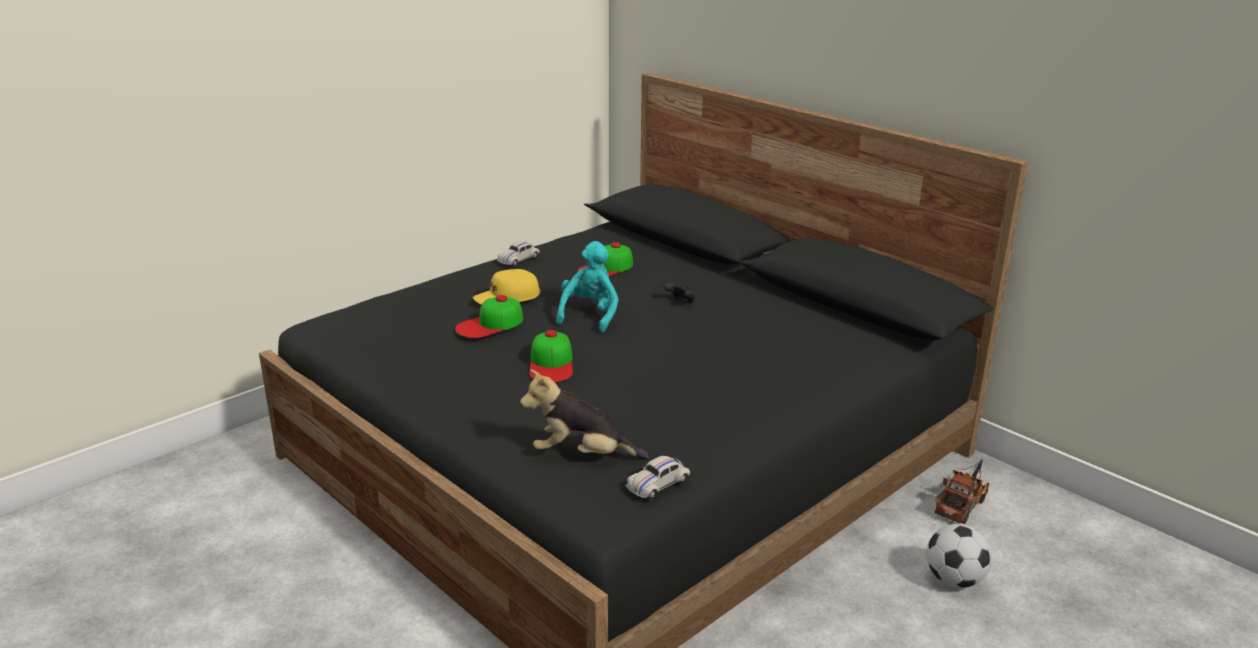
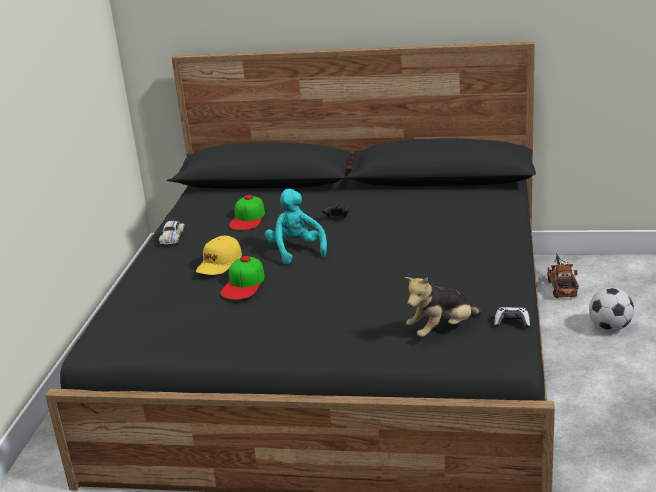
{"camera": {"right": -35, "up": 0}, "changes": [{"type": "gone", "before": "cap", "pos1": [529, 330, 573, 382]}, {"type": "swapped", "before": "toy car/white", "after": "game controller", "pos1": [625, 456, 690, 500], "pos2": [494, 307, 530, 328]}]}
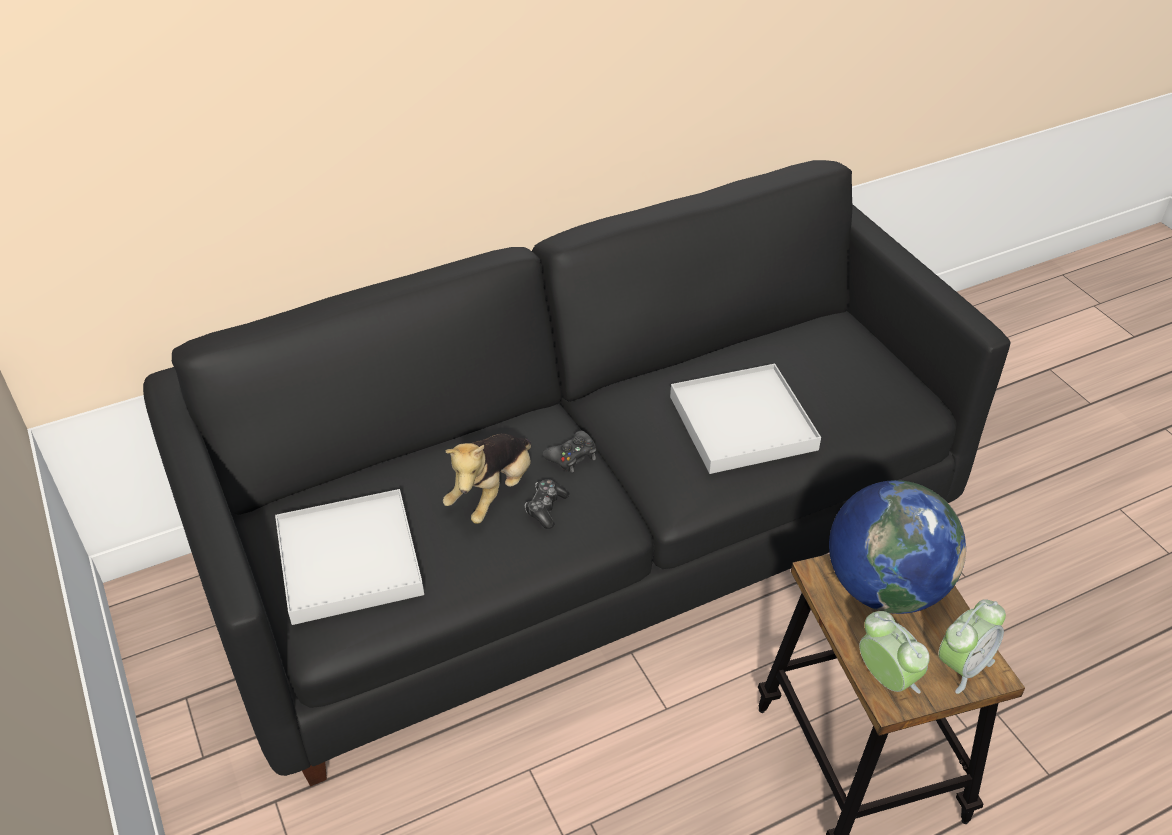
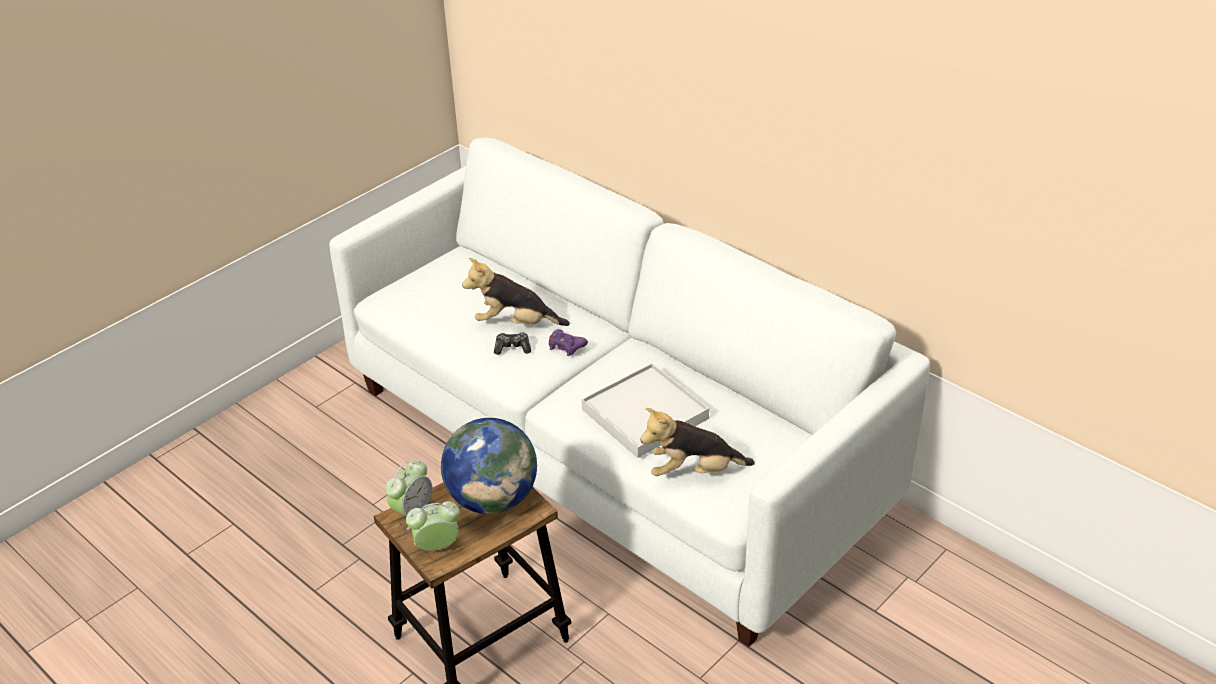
{"camera": {"right": 70, "up": -5}, "changes": [{"type": "repainted", "before": "sofa/black", "after": "sofa/white", "pos1": [143, 160, 1010, 786], "pos2": [329, 138, 930, 647]}, {"type": "repainted", "before": "game controller/black", "after": "game controller/purple", "pos1": [542, 430, 597, 473], "pos2": [549, 329, 588, 356]}, {"type": "gone", "before": "tray/white", "pos1": [275, 489, 424, 625]}, {"type": "rotated", "before": "alarm clock", "pos1": [939, 599, 1006, 694], "pos2": [406, 501, 460, 551], "turn": 135}, {"type": "new", "after": "plush toy", "pos2": [640, 408, 755, 476]}]}
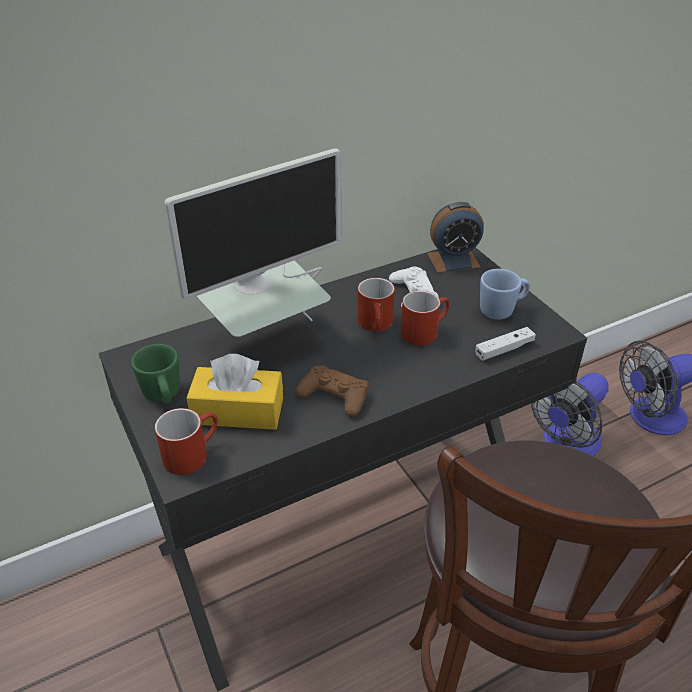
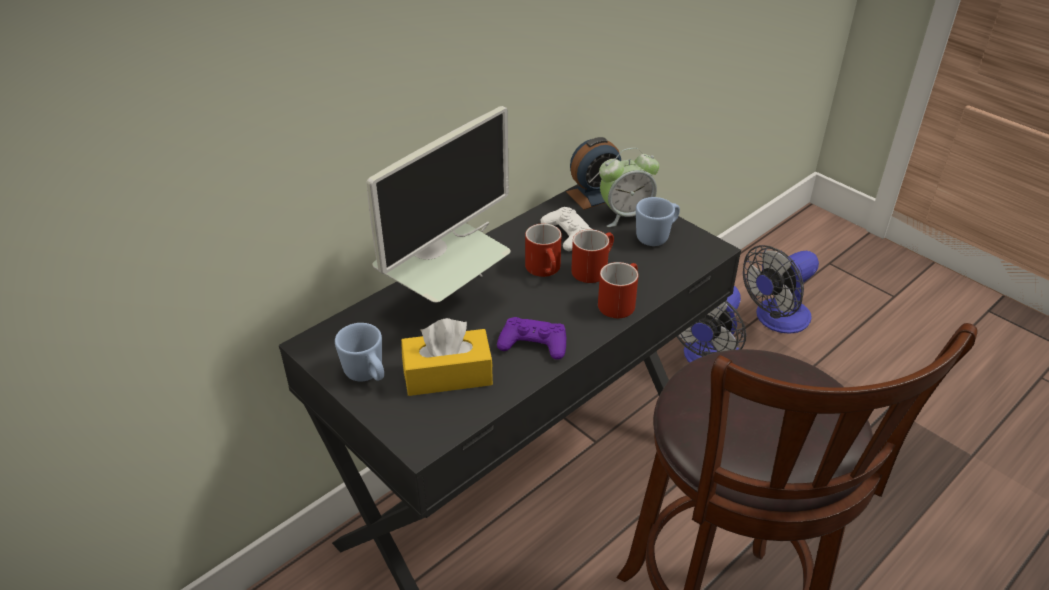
{"camera": {"right": -15, "up": 0}, "changes": [{"type": "gone", "before": "game controller/white", "pos1": [475, 327, 536, 361]}, {"type": "repainted", "before": "mug/green", "after": "mug/blue", "pos1": [131, 344, 180, 404], "pos2": [335, 323, 384, 381]}, {"type": "repainted", "before": "game controller/brown", "after": "game controller/purple", "pos1": [295, 365, 369, 416], "pos2": [497, 317, 566, 360]}, {"type": "shifted", "before": "mug/red", "pos1": [155, 408, 218, 475], "pos2": [598, 262, 639, 318]}, {"type": "new", "after": "alarm clock", "pos2": [599, 148, 659, 227]}]}
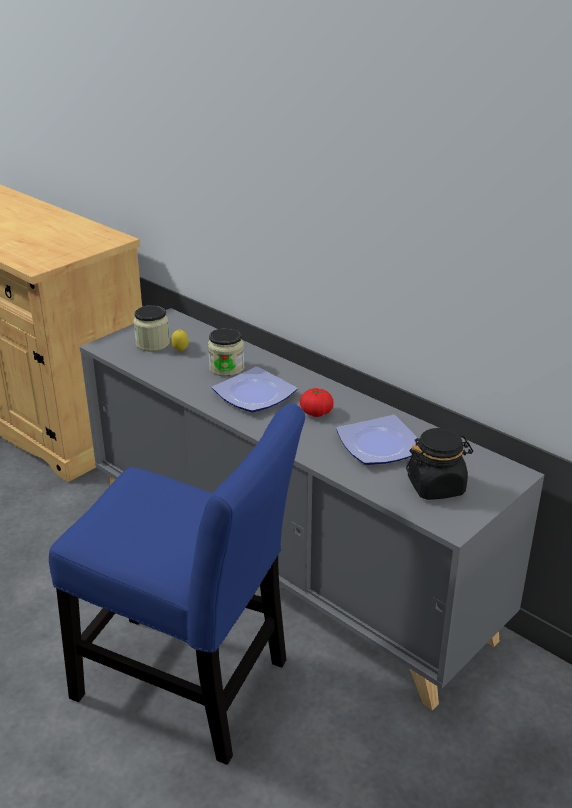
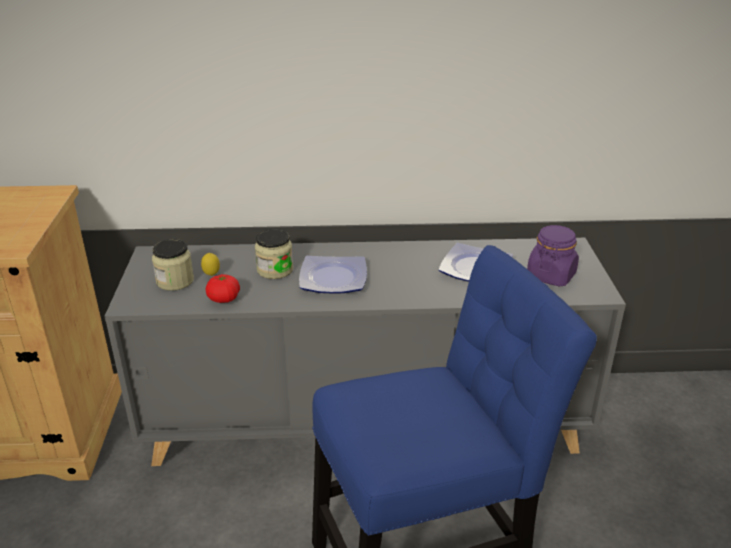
{"camera": {"right": -45, "up": 0}, "changes": [{"type": "shifted", "before": "tomato", "pos1": [300, 388, 334, 417], "pos2": [206, 274, 240, 303]}, {"type": "repainted", "before": "jar/black", "after": "jar/purple", "pos1": [406, 428, 473, 500], "pos2": [527, 225, 579, 286]}]}
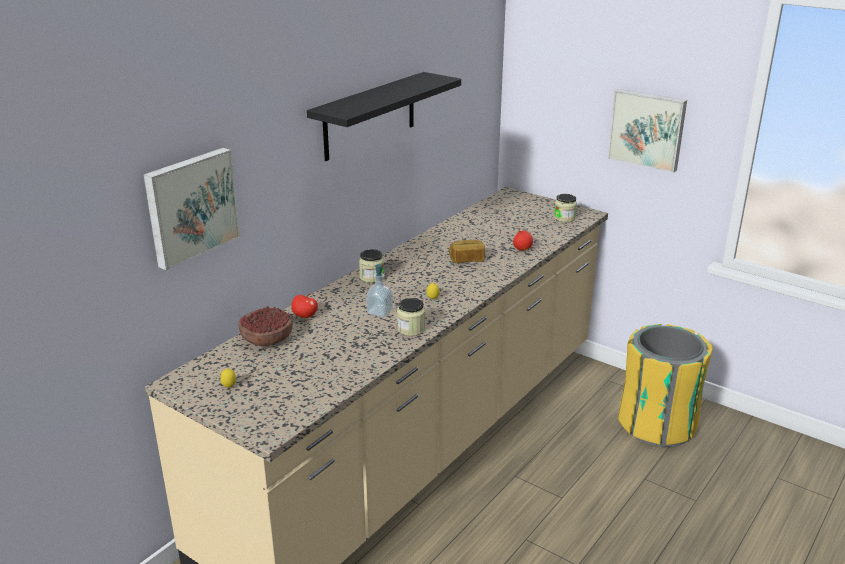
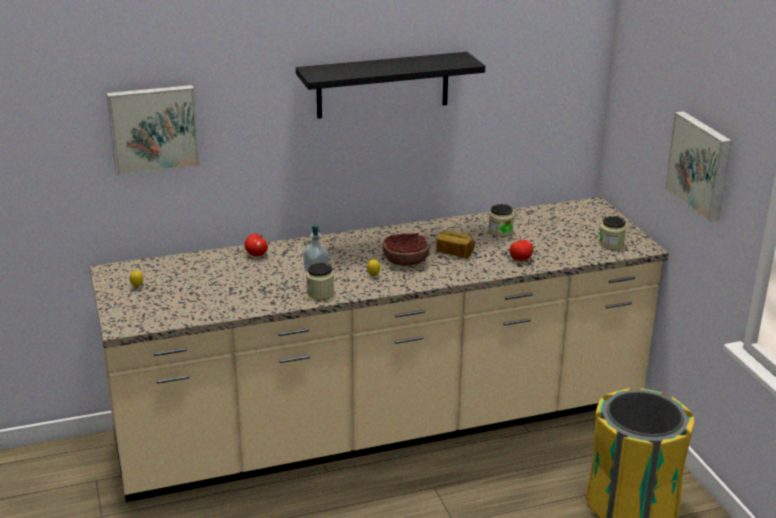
{"camera": {"right": 35, "up": 0}, "changes": [{"type": "shifted", "before": "jar", "pos1": [359, 249, 384, 283], "pos2": [489, 204, 514, 237]}, {"type": "shifted", "before": "bowl", "pos1": [238, 306, 293, 346], "pos2": [383, 233, 429, 266]}]}
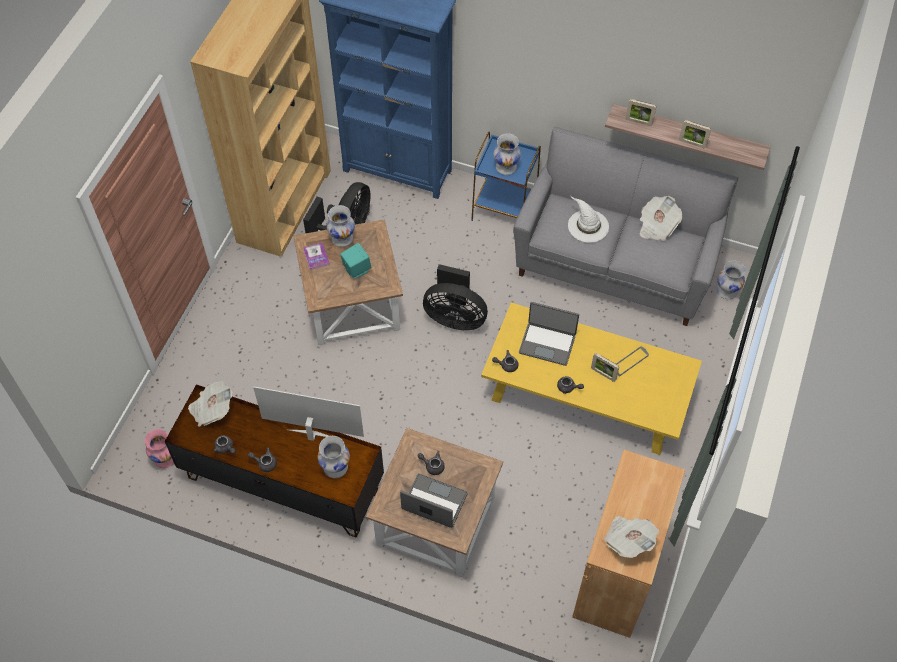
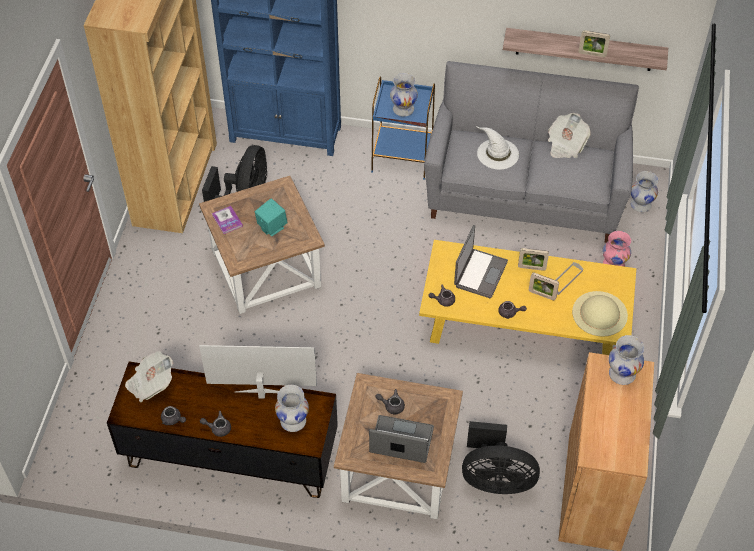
{"camera": {"right": -10, "up": -5}, "changes": [{"type": "shifted", "before": "picture frame", "pos1": [625, 99, 656, 126], "pos2": [518, 248, 549, 271]}, {"type": "shifted", "before": "vase/white", "pos1": [327, 205, 355, 247], "pos2": [609, 335, 644, 385]}, {"type": "shifted", "before": "fan/black", "pos1": [423, 264, 488, 330], "pos2": [462, 421, 540, 494]}, {"type": "rotated", "before": "laptop", "pos1": [519, 302, 579, 366], "pos2": [454, 225, 508, 298], "turn": -75}, {"type": "shifted", "before": "vase/pink", "pos1": [145, 429, 174, 468], "pos2": [603, 231, 631, 267]}, {"type": "gone", "before": "newspaper", "pos1": [603, 516, 659, 558]}, {"type": "new", "after": "hat/beige", "pos2": [572, 291, 628, 337]}]}
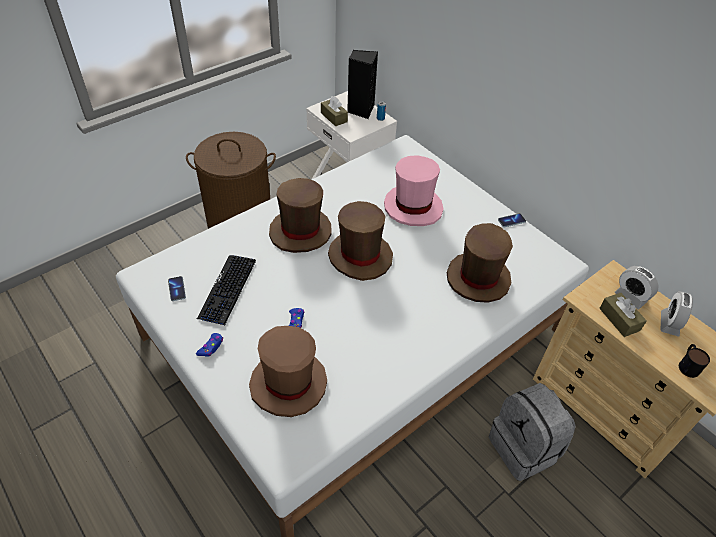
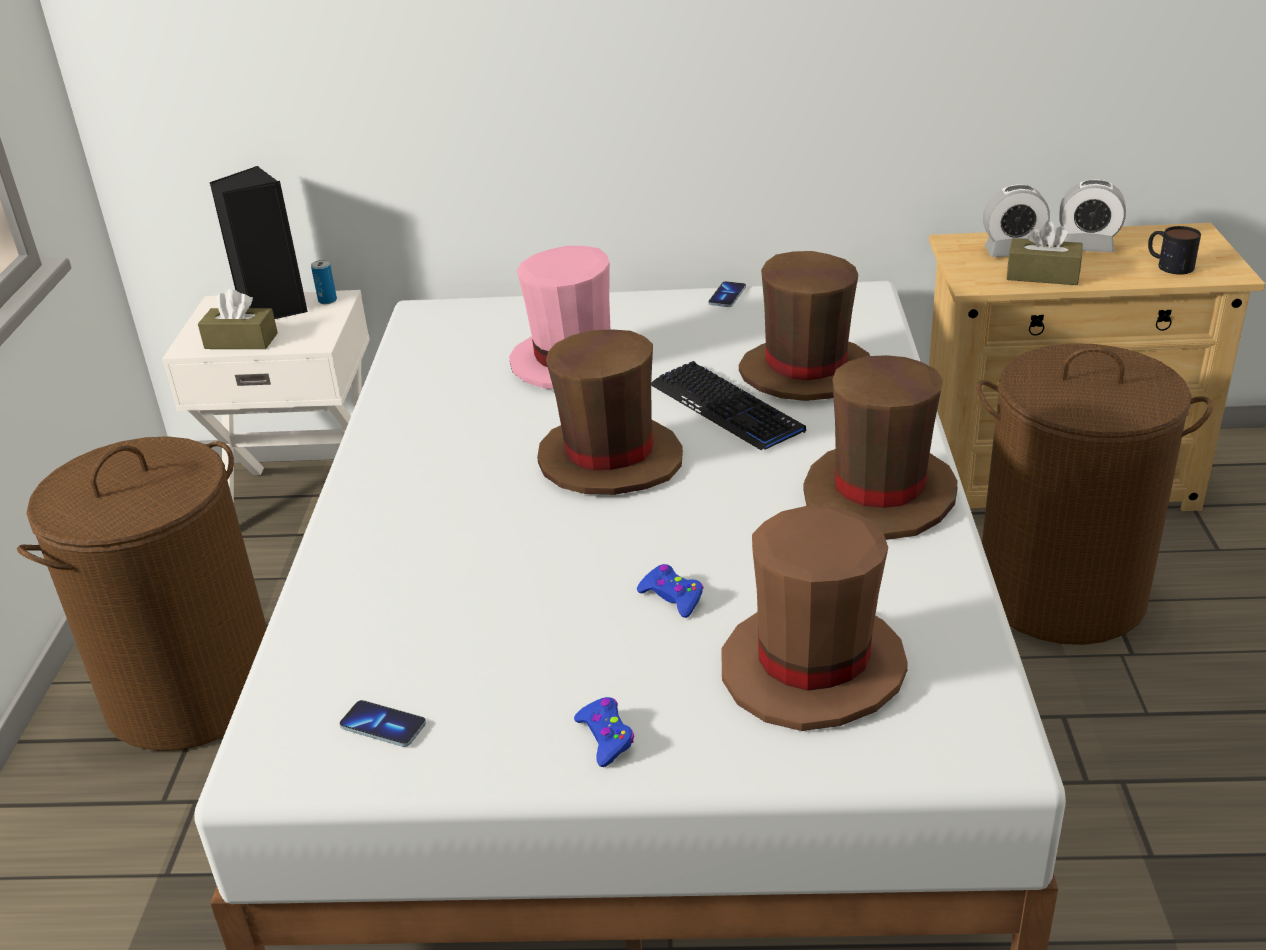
{"camera": {"right": -45, "up": -15}, "changes": [{"type": "shifted", "before": "hat/brown", "pos1": [269, 178, 332, 253], "pos2": [803, 355, 958, 540]}, {"type": "shifted", "before": "keyboard", "pos1": [197, 255, 256, 326], "pos2": [651, 361, 806, 450]}, {"type": "rotated", "before": "alarm clock", "pos1": [660, 291, 693, 337], "pos2": [1060, 179, 1126, 252], "turn": -45}, {"type": "swapped", "before": "backpack/grey", "after": "laundry basket/brown", "pos1": [489, 383, 576, 481], "pos2": [976, 343, 1213, 645]}]}
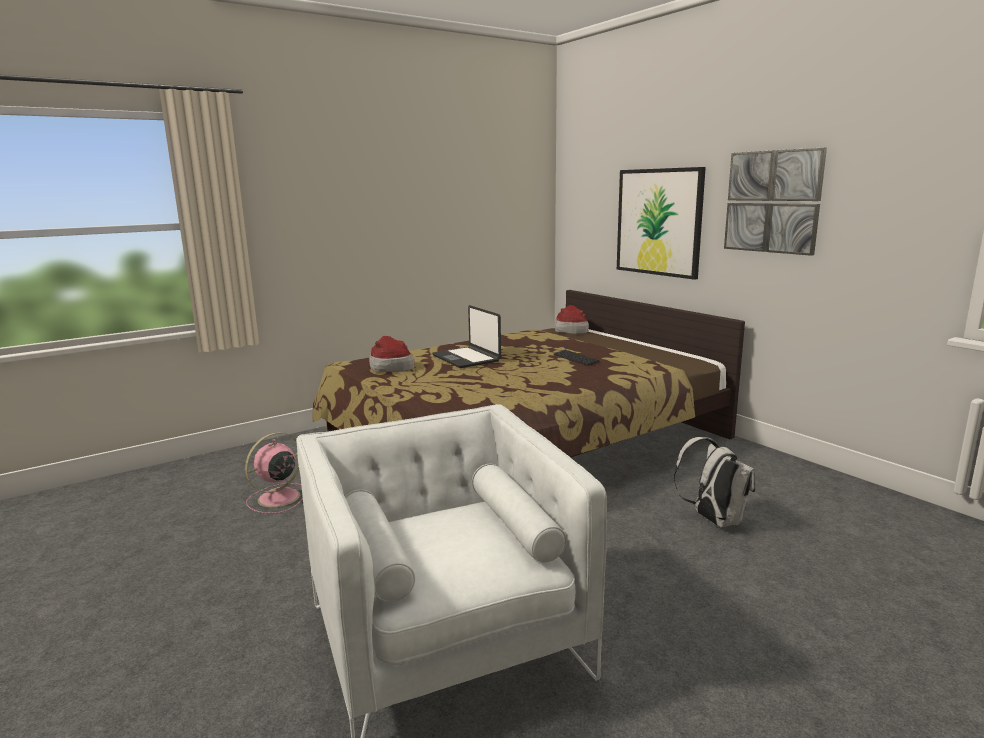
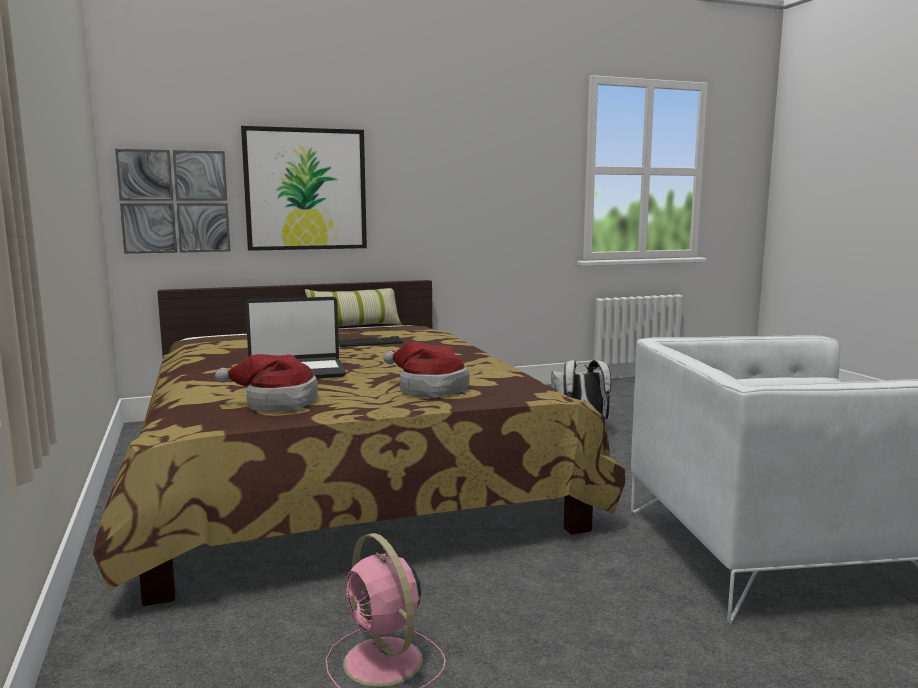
{"camera": {"right": -75, "up": -5}, "changes": [{"type": "shifted", "before": "picture", "pos1": [724, 147, 827, 256], "pos2": [115, 149, 230, 254]}, {"type": "shifted", "before": "hat", "pos1": [554, 305, 589, 334], "pos2": [383, 342, 470, 398]}, {"type": "new", "after": "pillow", "pos2": [305, 288, 402, 327]}]}
